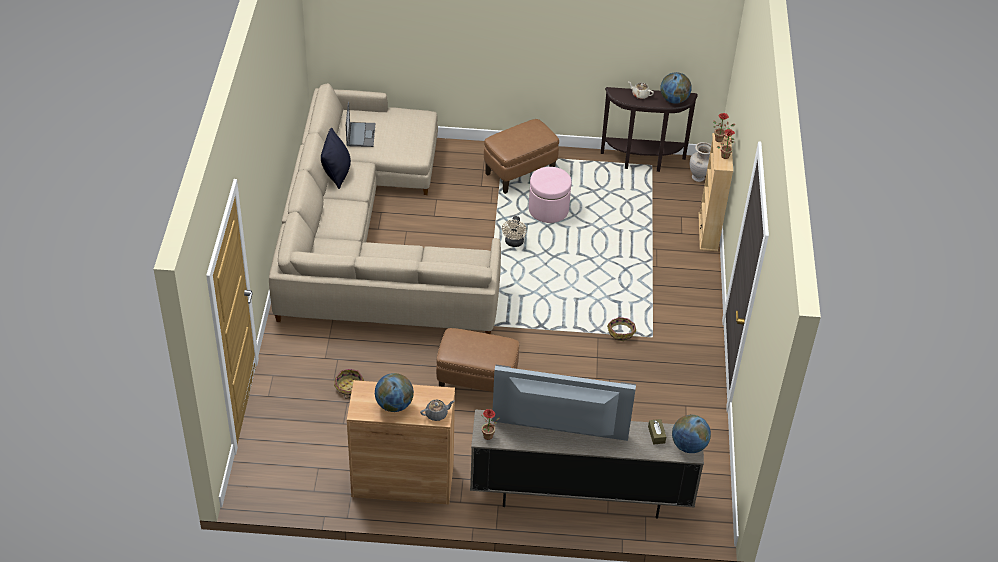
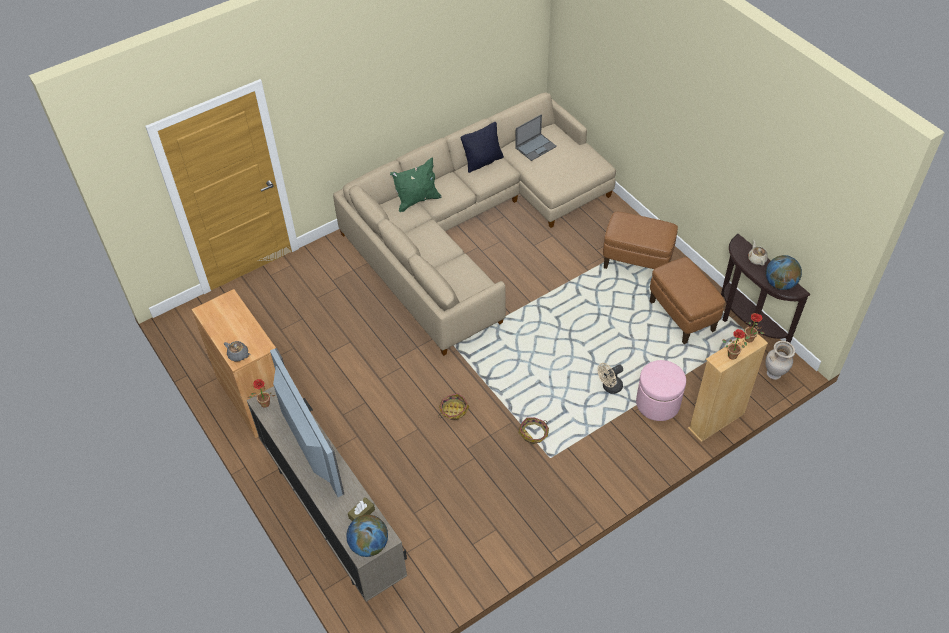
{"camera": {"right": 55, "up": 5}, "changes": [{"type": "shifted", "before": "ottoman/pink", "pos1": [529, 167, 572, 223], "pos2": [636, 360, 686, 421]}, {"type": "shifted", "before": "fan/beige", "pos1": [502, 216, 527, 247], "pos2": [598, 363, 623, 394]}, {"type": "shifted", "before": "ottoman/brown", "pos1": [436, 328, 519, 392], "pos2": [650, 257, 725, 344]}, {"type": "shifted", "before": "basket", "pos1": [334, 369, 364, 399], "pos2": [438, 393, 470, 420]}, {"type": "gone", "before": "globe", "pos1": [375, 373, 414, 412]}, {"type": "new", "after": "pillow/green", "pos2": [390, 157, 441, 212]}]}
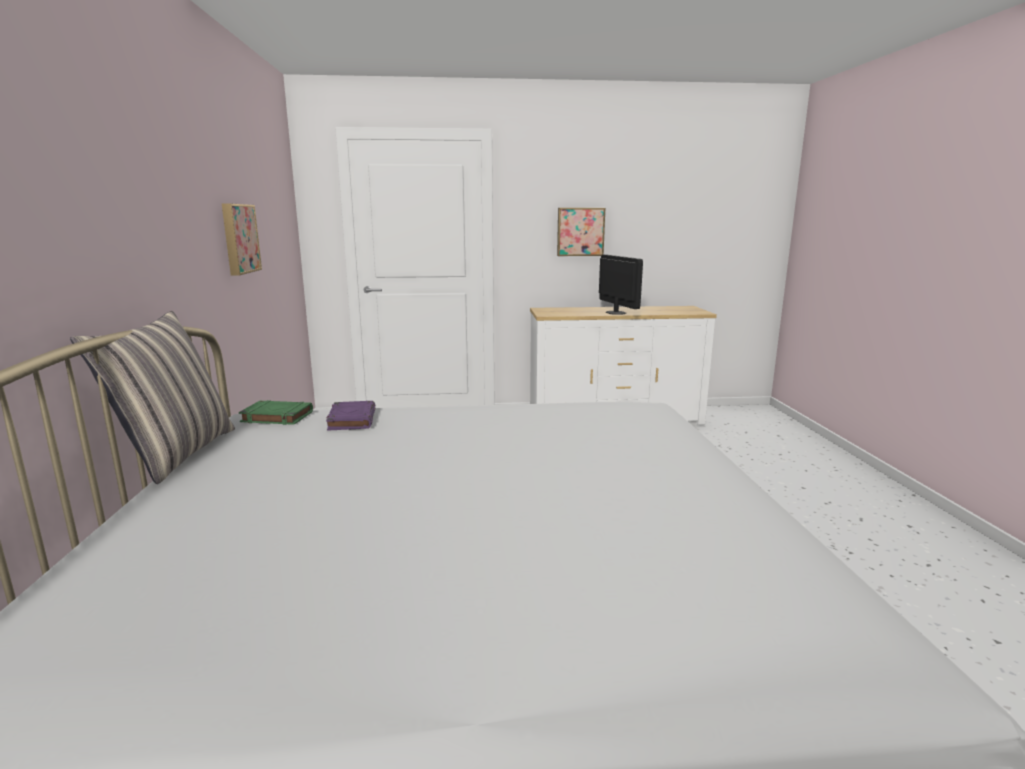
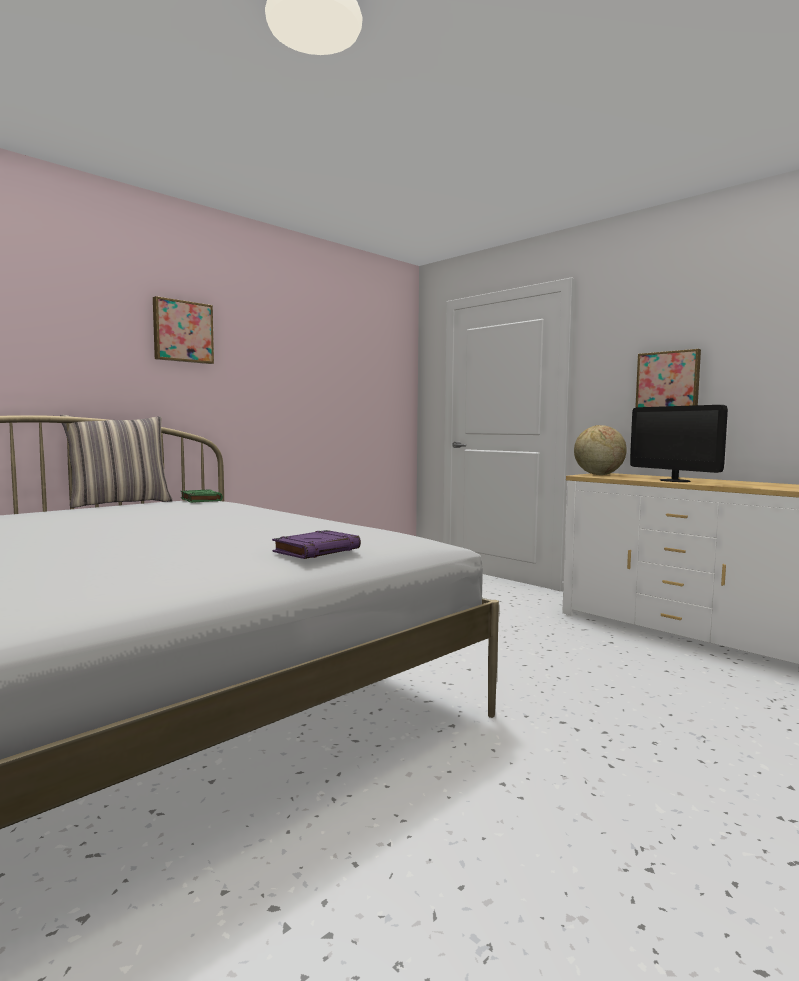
{"camera": {"right": 50, "up": -10}, "changes": [{"type": "shifted", "before": "picture", "pos1": [222, 203, 262, 276], "pos2": [153, 296, 214, 364]}, {"type": "rotated", "before": "monitor", "pos1": [599, 255, 643, 315], "pos2": [630, 405, 728, 482], "turn": 120}, {"type": "shifted", "before": "book/purple", "pos1": [326, 401, 375, 431], "pos2": [272, 530, 361, 559]}, {"type": "new", "after": "globe", "pos2": [574, 425, 627, 475]}]}
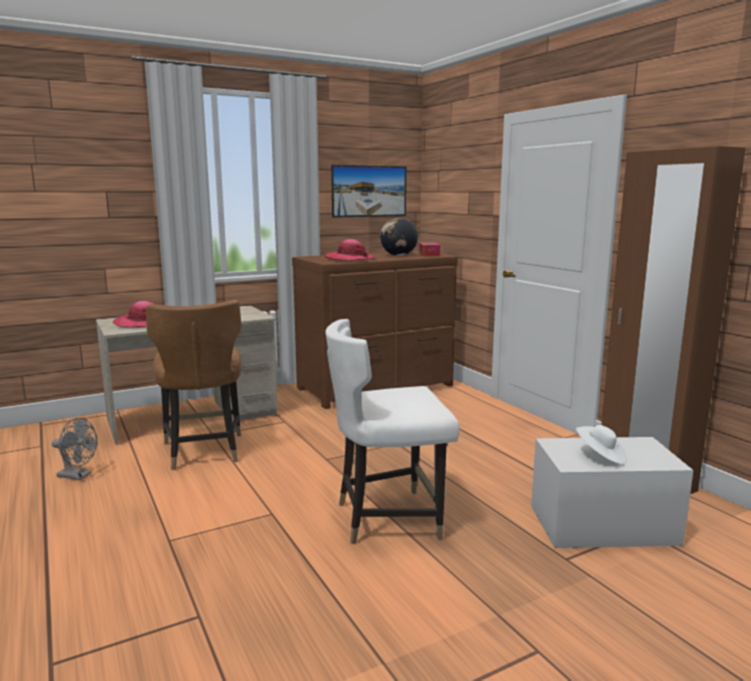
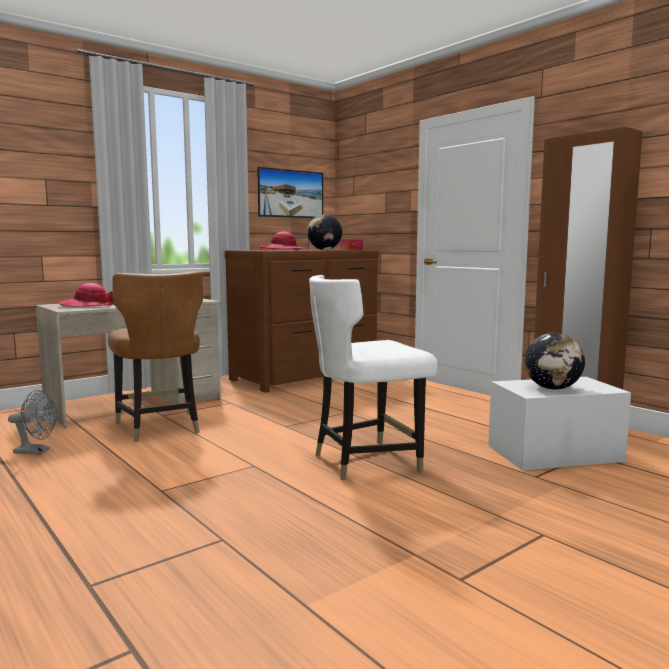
{"camera": {"right": -10, "up": -5}, "changes": [{"type": "swapped", "before": "hat/white", "after": "globe", "pos1": [576, 425, 627, 465], "pos2": [524, 333, 585, 389]}]}
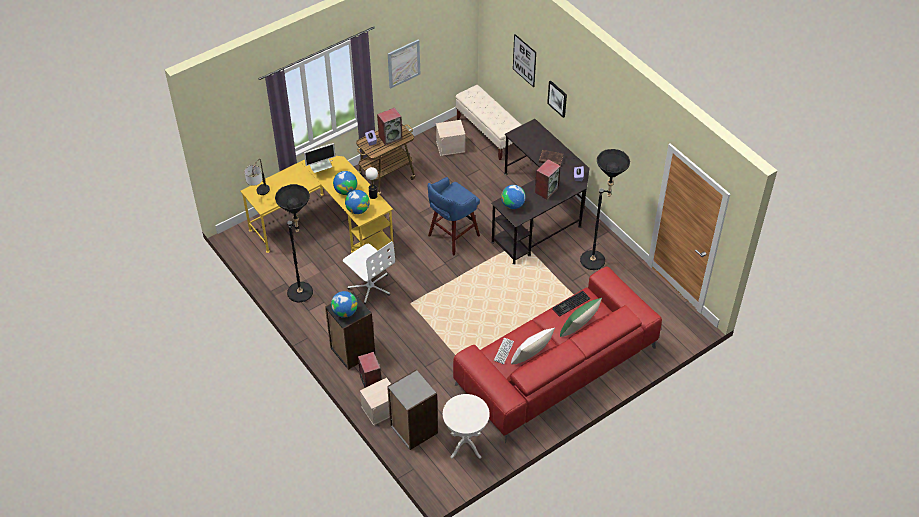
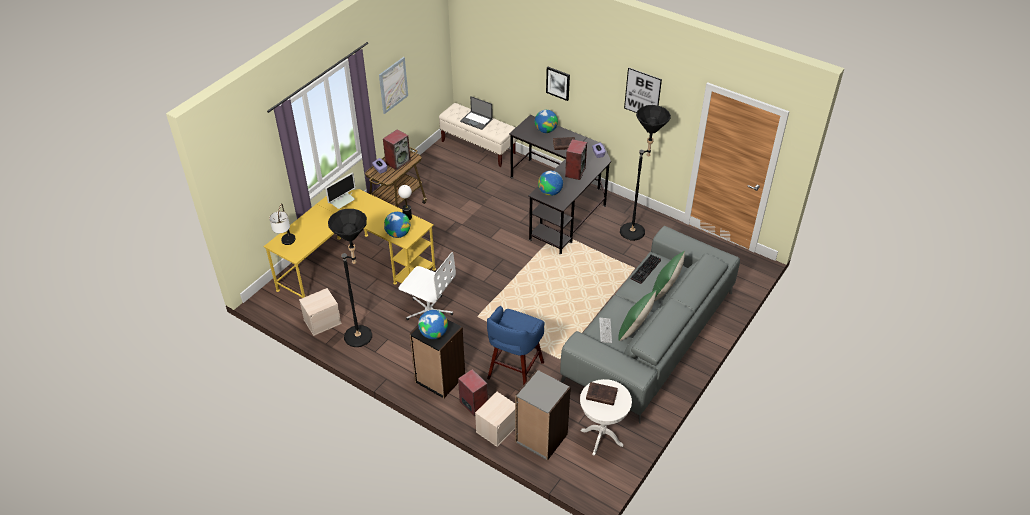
{"camera": {"right": -20, "up": -5}, "changes": [{"type": "shifted", "before": "picture", "pos1": [513, 34, 536, 87], "pos2": [624, 67, 662, 113]}, {"type": "shifted", "before": "storage box/beige", "pos1": [436, 120, 465, 156], "pos2": [299, 288, 342, 336]}, {"type": "shifted", "before": "globe", "pos1": [333, 171, 357, 195], "pos2": [535, 110, 558, 133]}, {"type": "shifted", "before": "stool/blue", "pos1": [428, 177, 480, 255], "pos2": [487, 306, 544, 385]}, {"type": "repainted", "before": "sofa/red", "after": "sofa/grey", "pos1": [453, 266, 662, 443], "pos2": [560, 226, 740, 424]}, {"type": "repainted", "before": "pillow/white", "after": "pillow/green", "pos1": [511, 328, 555, 364], "pos2": [618, 290, 656, 341]}, {"type": "new", "after": "laptop", "pos2": [460, 96, 493, 130]}, {"type": "new", "after": "book/brown", "pos2": [586, 382, 618, 406]}]}
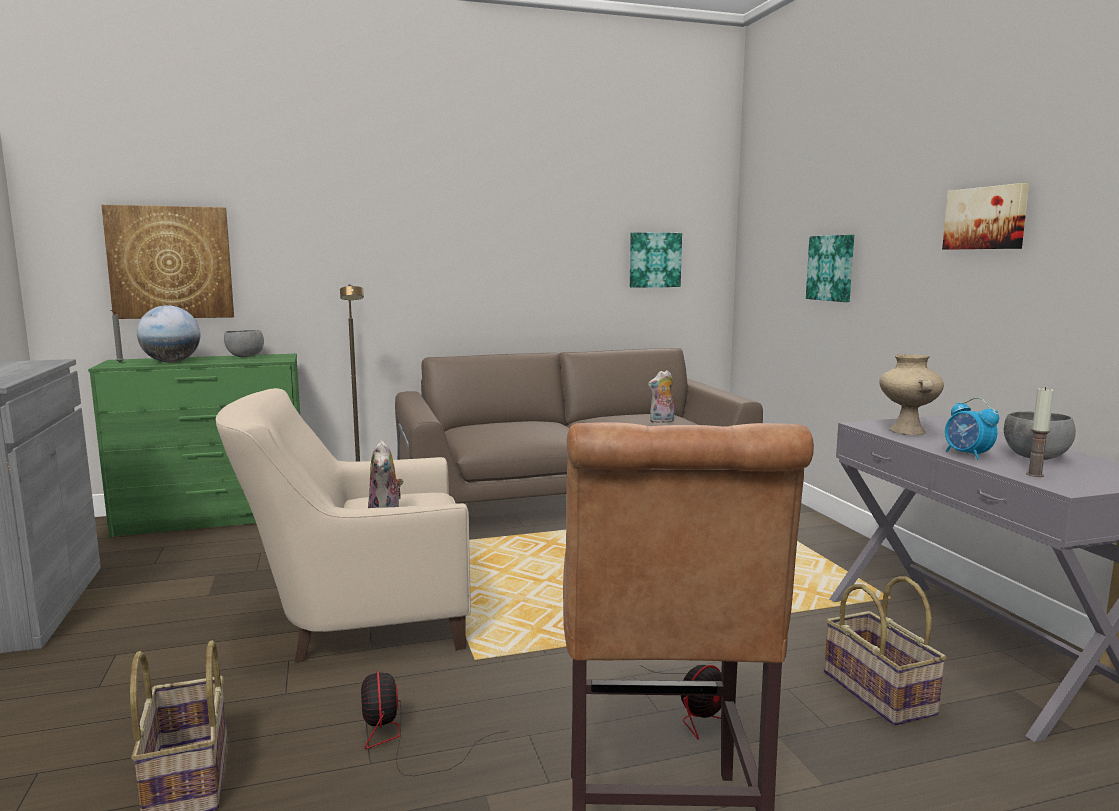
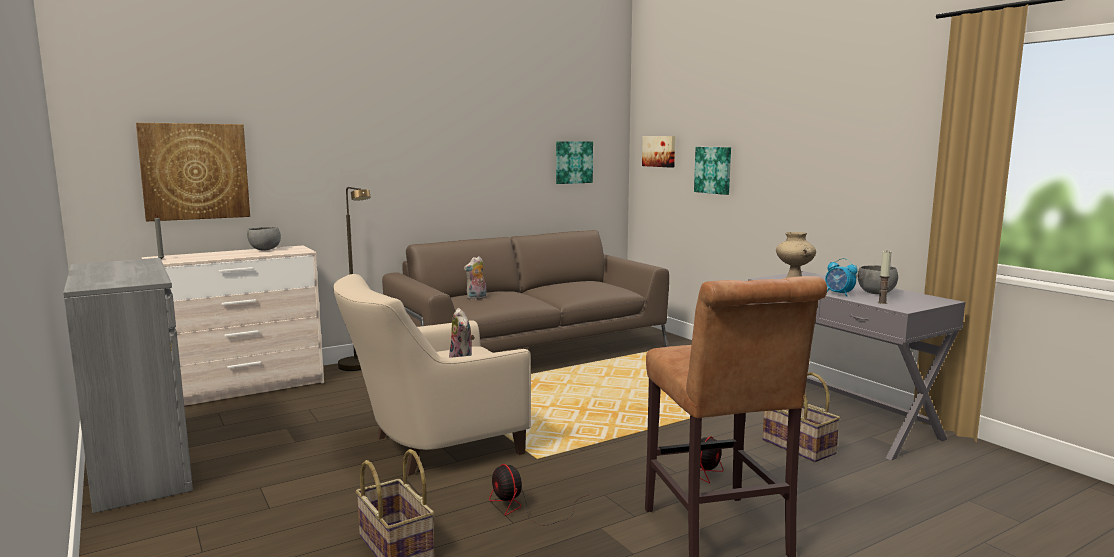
{"camera": {"right": -15, "up": 0}, "changes": [{"type": "shifted", "before": "picture", "pos1": [942, 183, 1029, 250], "pos2": [642, 136, 675, 168]}, {"type": "gone", "before": "globe", "pos1": [137, 305, 200, 363]}, {"type": "repainted", "before": "dresser/green", "after": "dresser/beige", "pos1": [88, 354, 300, 538], "pos2": [142, 245, 324, 406]}, {"type": "shifted", "before": "plush toy", "pos1": [648, 370, 675, 423], "pos2": [464, 256, 487, 300]}]}
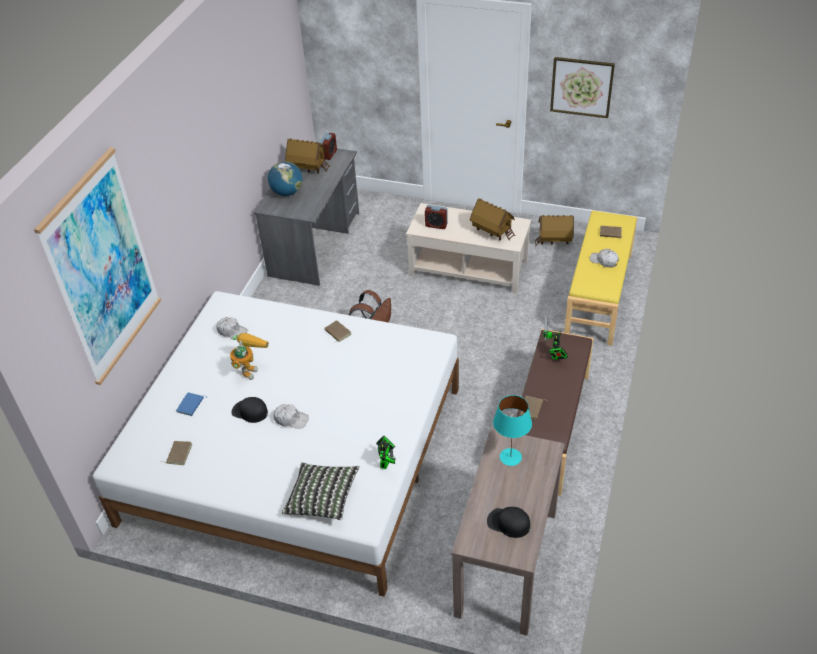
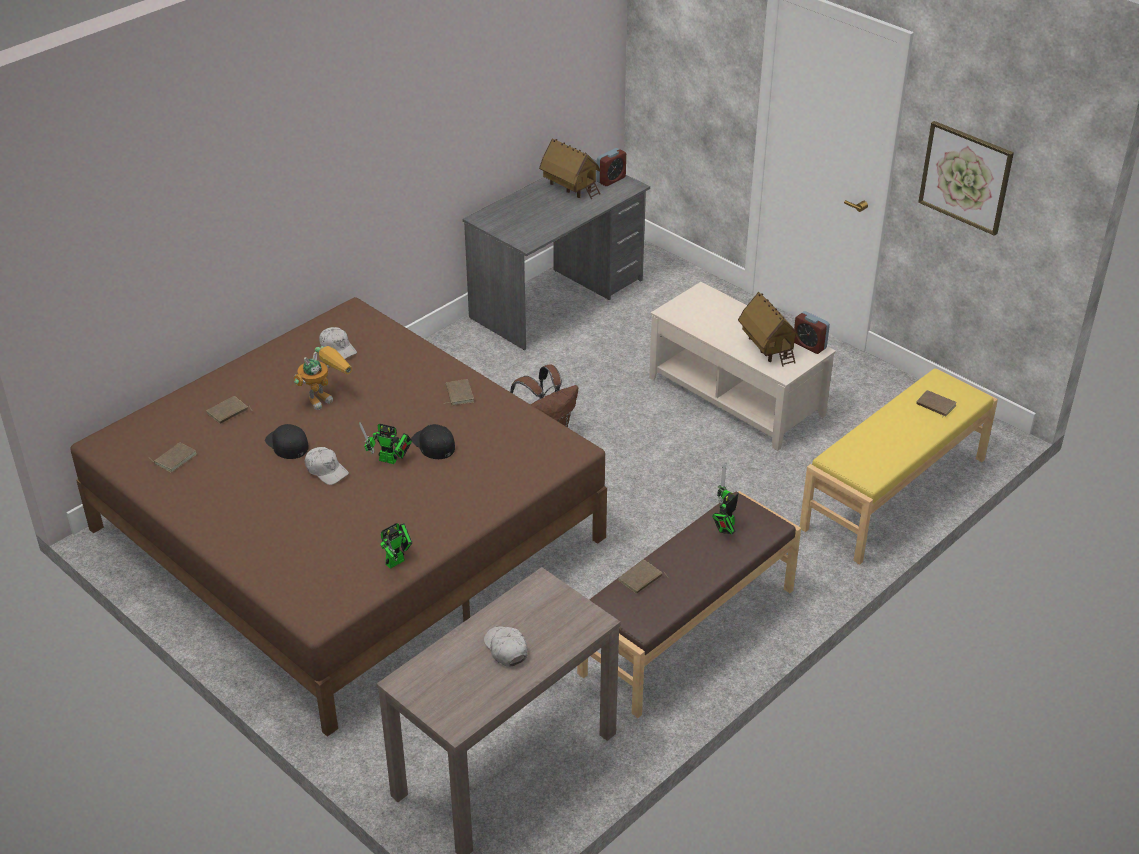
{"camera": {"right": 25, "up": -5}, "changes": [{"type": "gone", "before": "picture", "pos1": [34, 147, 161, 385]}, {"type": "gone", "before": "globe", "pos1": [268, 161, 302, 196]}, {"type": "shifted", "before": "alarm clock", "pos1": [425, 205, 448, 229], "pos2": [794, 311, 830, 354]}, {"type": "gone", "before": "toy house", "pos1": [535, 215, 574, 246]}, {"type": "shifted", "before": "cap/white", "pos1": [590, 249, 619, 268], "pos2": [484, 626, 527, 667]}, {"type": "repainted", "before": "bed/white", "after": "bed/brown", "pos1": [93, 291, 459, 597], "pos2": [70, 297, 607, 737]}, {"type": "repainted", "before": "book/blue", "after": "book/brown", "pos1": [176, 392, 208, 416], "pos2": [206, 396, 252, 424]}, {"type": "gone", "before": "table lamp/turquoise", "pos1": [493, 395, 532, 466]}, {"type": "gone", "before": "pillow", "pos1": [282, 463, 360, 520]}, {"type": "shifted", "before": "cap/black", "pos1": [487, 507, 530, 538], "pos2": [411, 424, 455, 459]}, {"type": "new", "after": "toy robot", "pos2": [359, 422, 412, 464]}]}
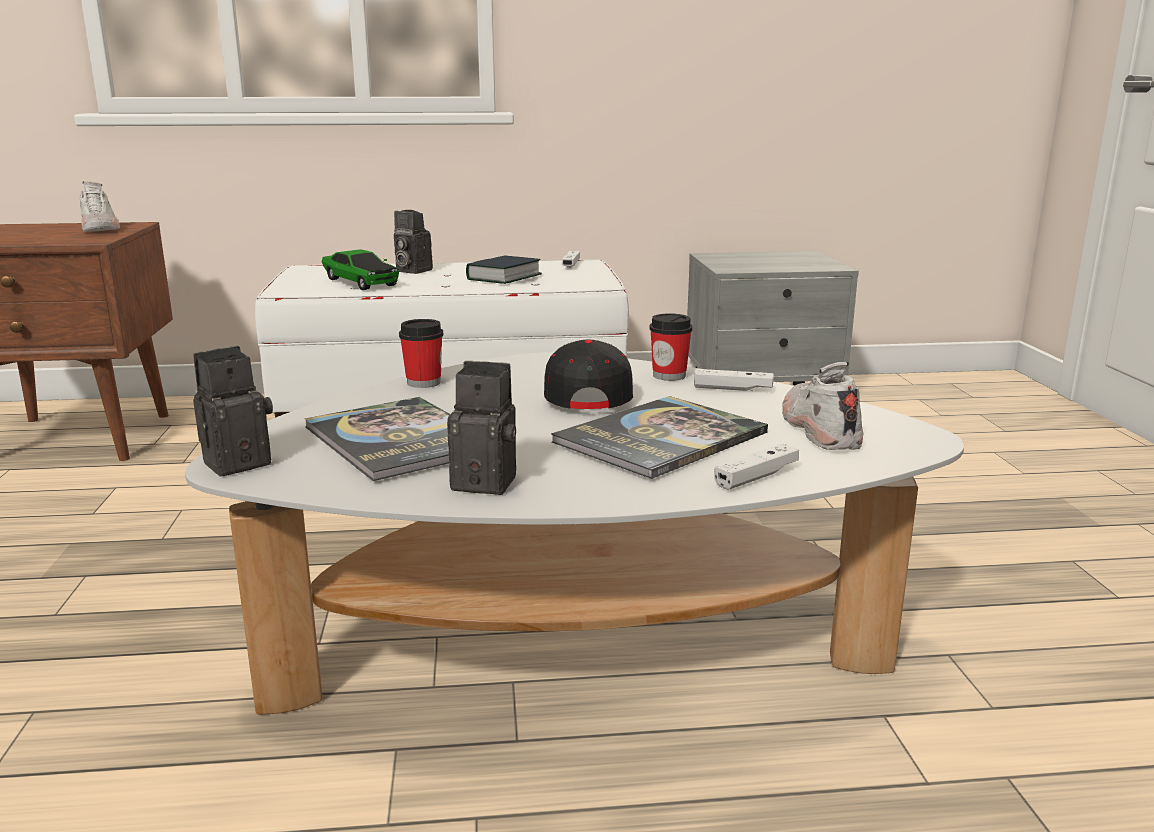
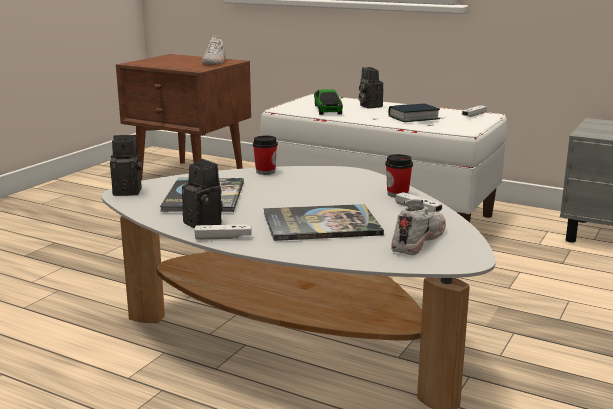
{"camera": {"right": 35, "up": 0}, "changes": [{"type": "gone", "before": "cap/black", "pos1": [544, 339, 633, 409]}, {"type": "shifted", "before": "game controller/white", "pos1": [714, 443, 799, 490], "pos2": [194, 224, 252, 240]}]}
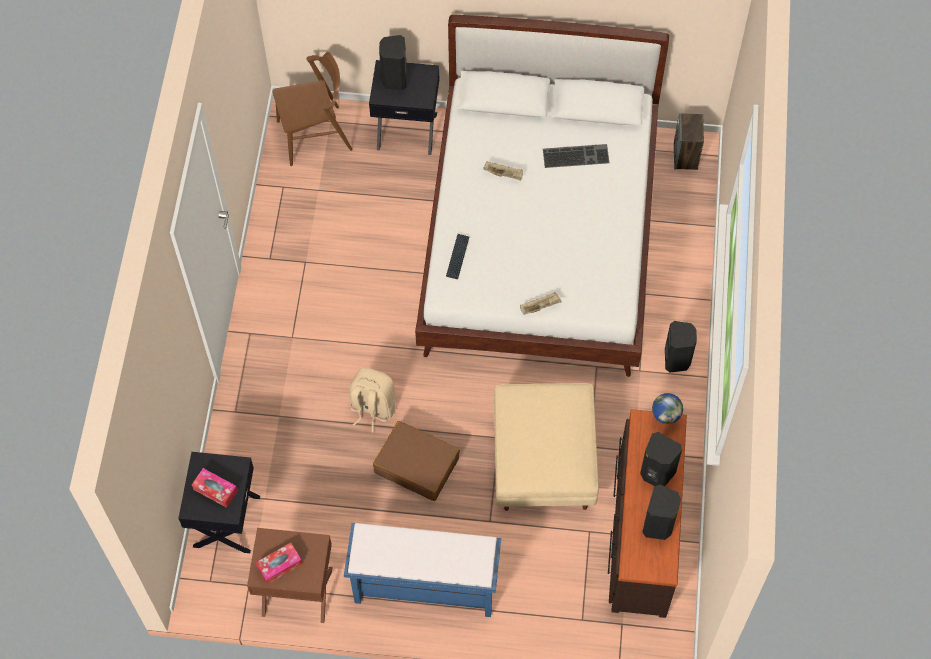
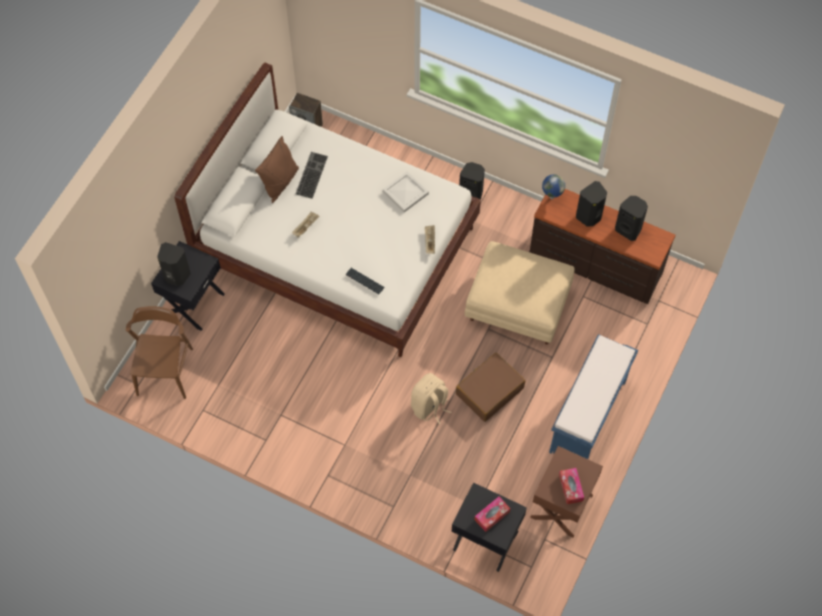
{"camera": {"right": -70, "up": 0}, "changes": [{"type": "new", "after": "pillow/brown", "pos2": [255, 136, 299, 203]}, {"type": "new", "after": "tray/white", "pos2": [383, 171, 429, 213]}]}
